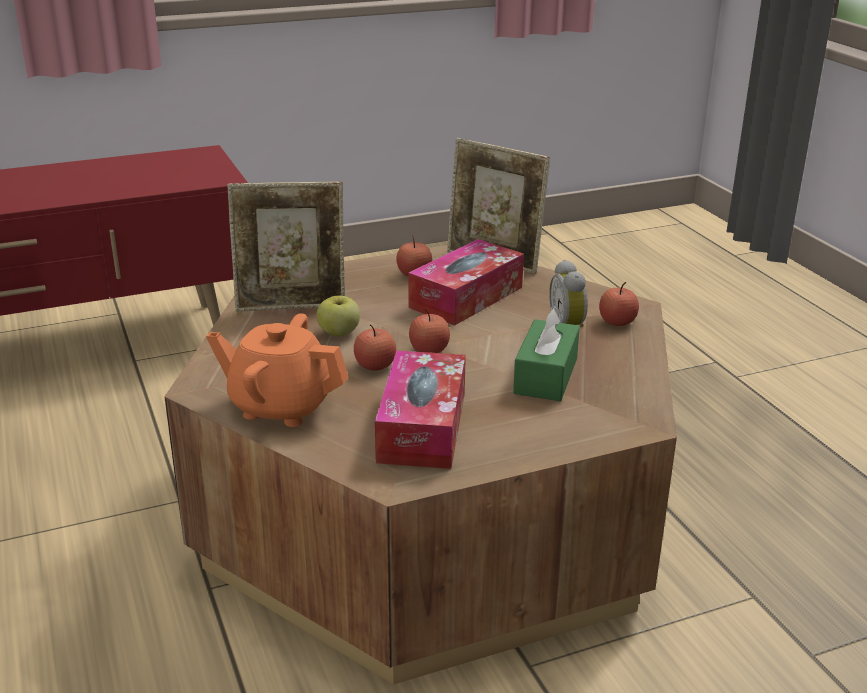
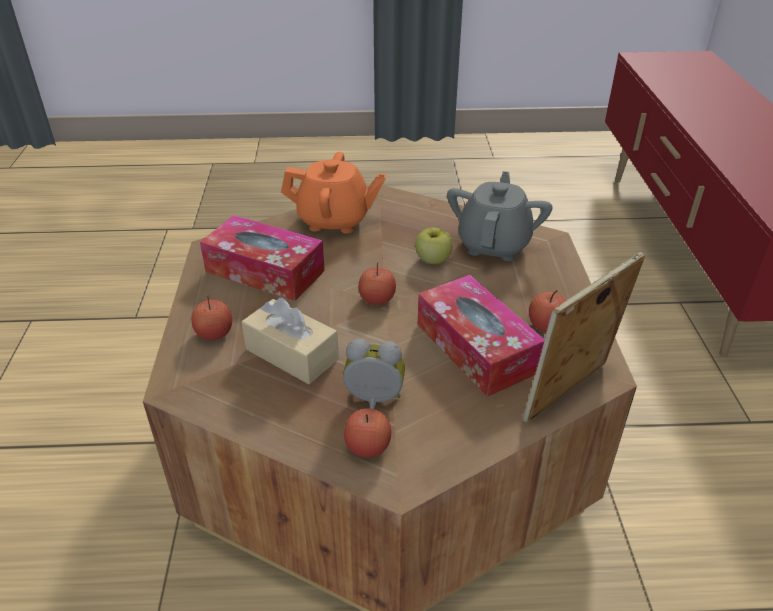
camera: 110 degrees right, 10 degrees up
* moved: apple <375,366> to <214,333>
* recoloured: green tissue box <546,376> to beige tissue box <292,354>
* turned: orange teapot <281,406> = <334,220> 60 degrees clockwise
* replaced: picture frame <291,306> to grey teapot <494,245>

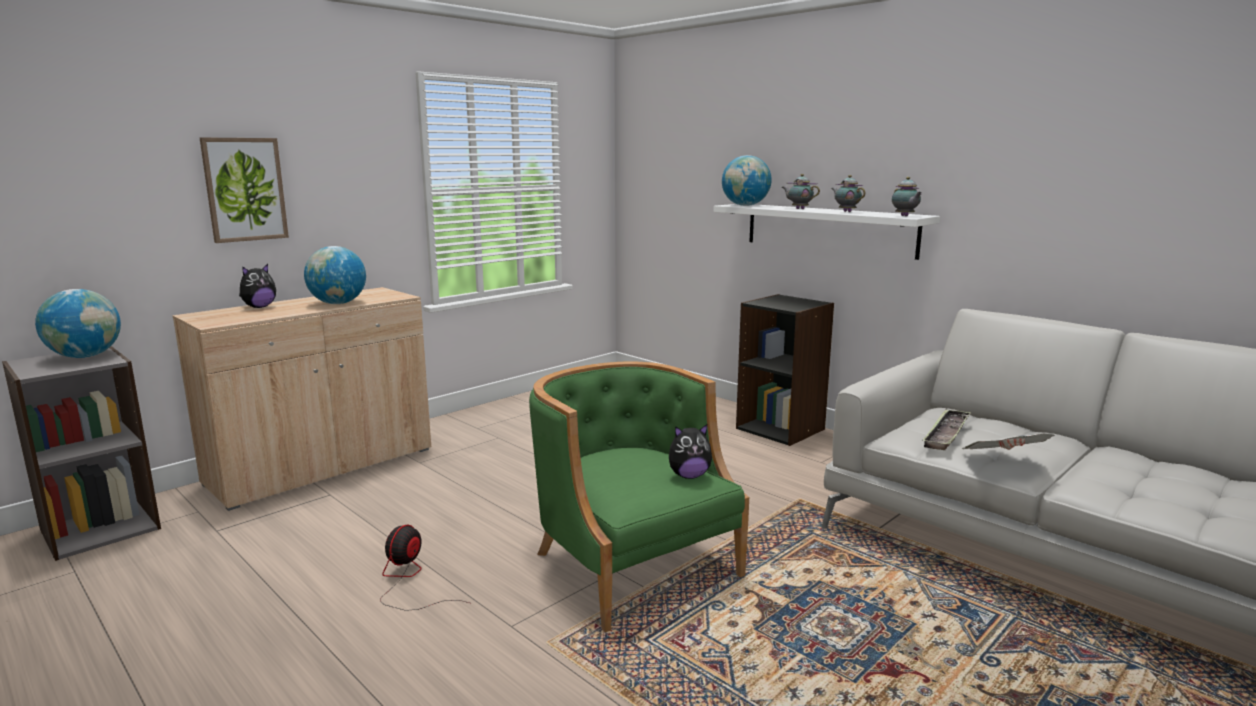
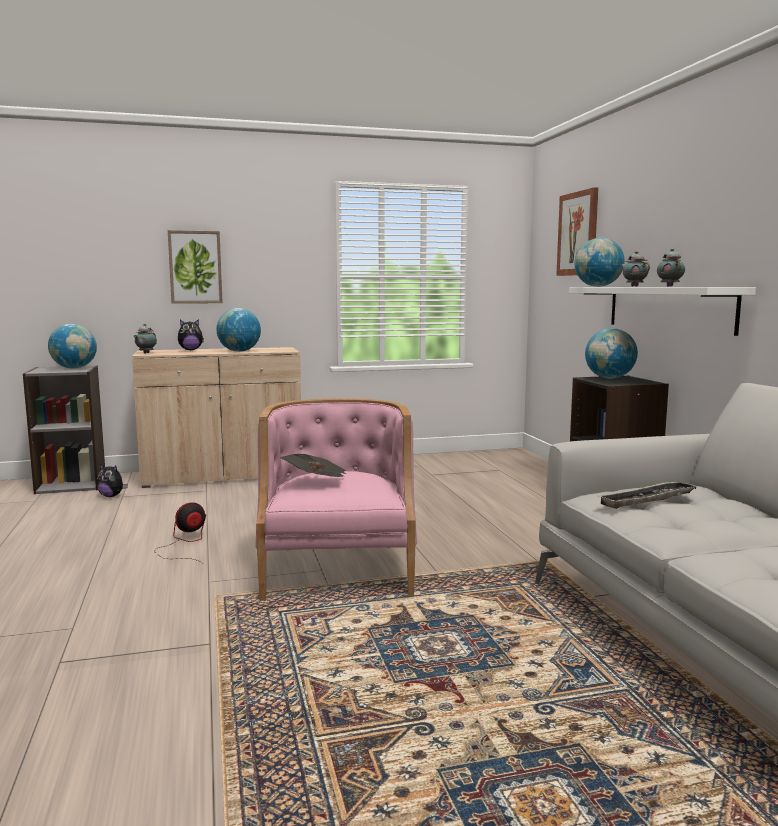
camera: 30 degrees right, 5 degrees down
* moved: plush toy <689,476> to <112,496>
* moved: teapot <905,216> to <145,353>
* recoloured: green armchair <630,564> to pink armchair <338,569>
* moved: newspaper <1003,462> to <317,484>
* added: picture <578,234>
* added: globe <609,378>

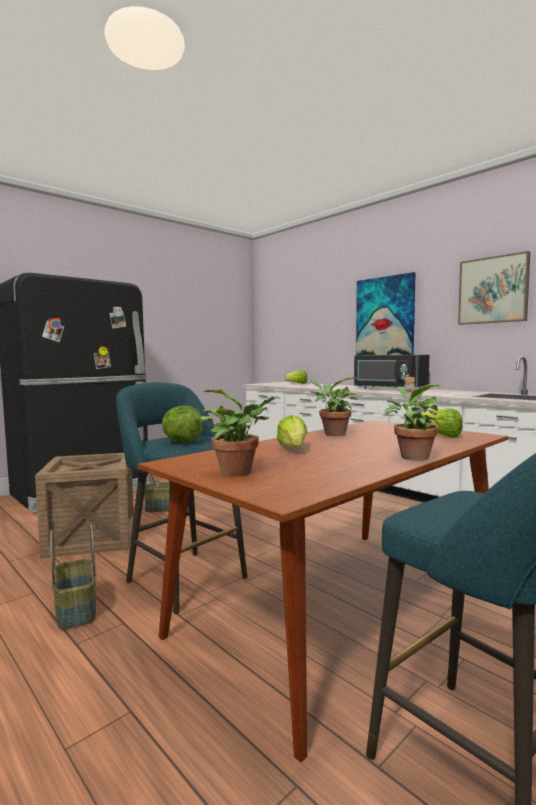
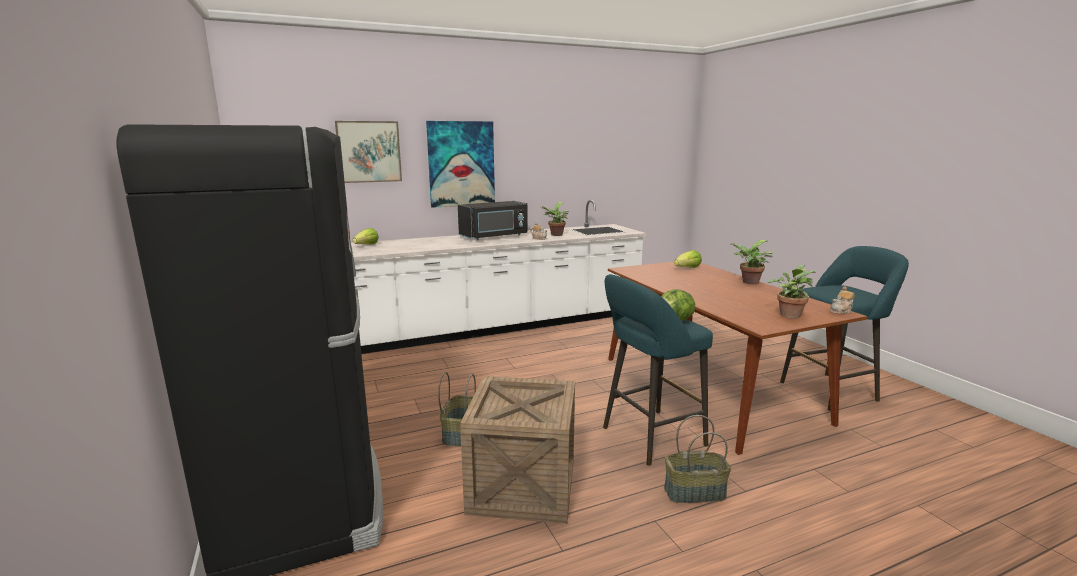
camera: 70 degrees left, 10 degrees up
* moved: picture <493,290> to <369,151>
* moved: potted plant <332,434> to <555,235>
* added: teapot <841,311>
* removed: lettuce <293,449>

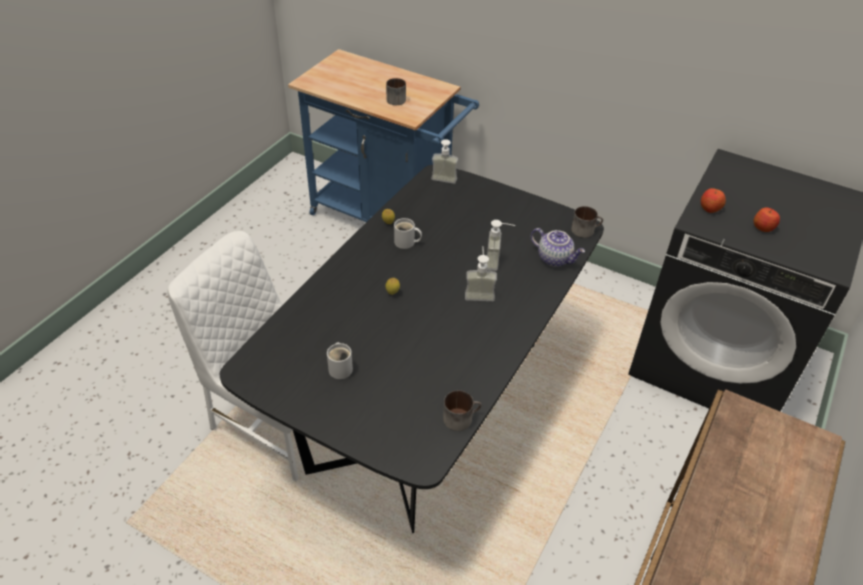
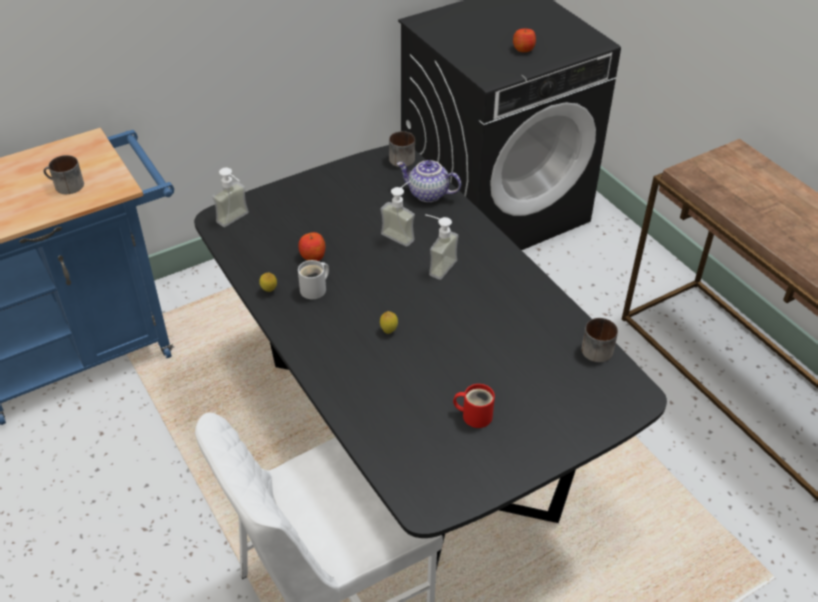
camera: 60 degrees left, 0 degrees up
* moved: apple <710,208> to <312,256>
* turned: teapot <555,258> = <427,194> 135 degrees counterclockwise
* recoloured: white mug <341,367> to red mug <474,414>

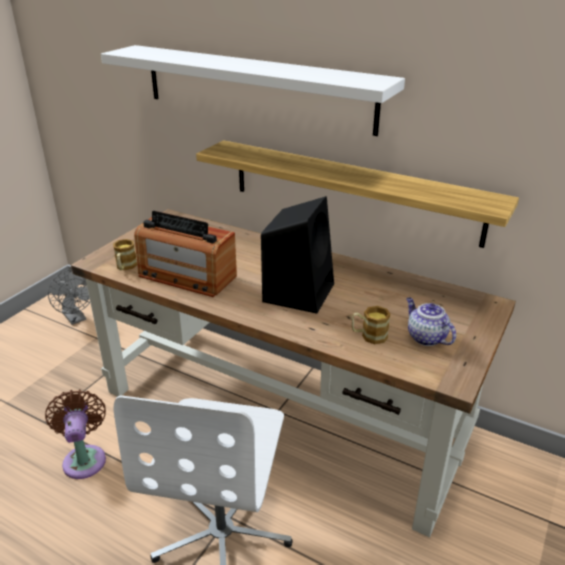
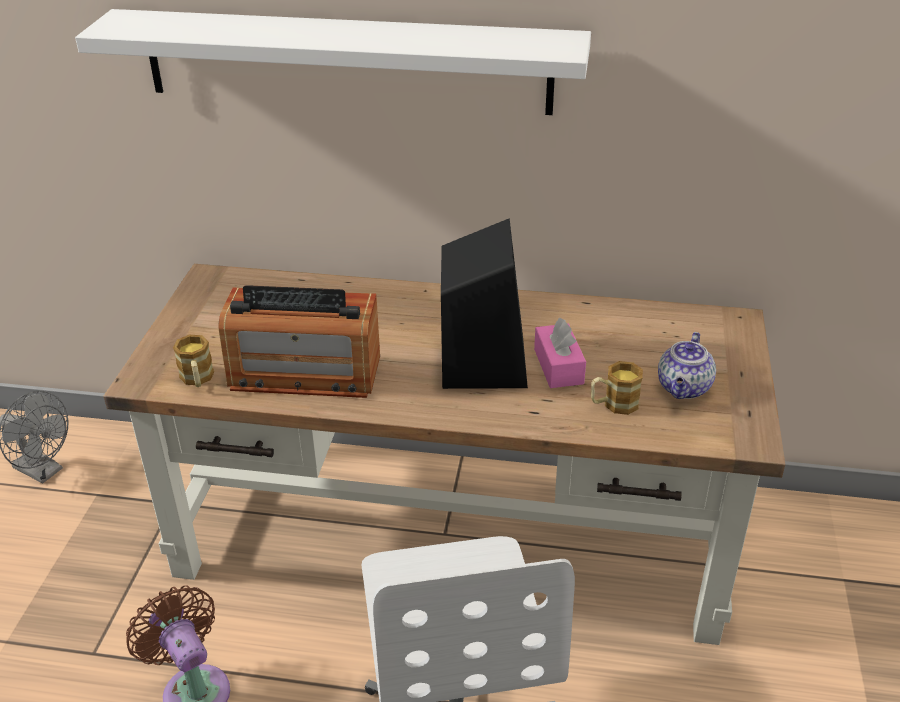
camera: 20 degrees left, 5 degrees up
* added: pink tissue box <558,366>
* turned: teapot <425,337> = <684,388> 105 degrees counterclockwise
* removed: shelf <352,191>

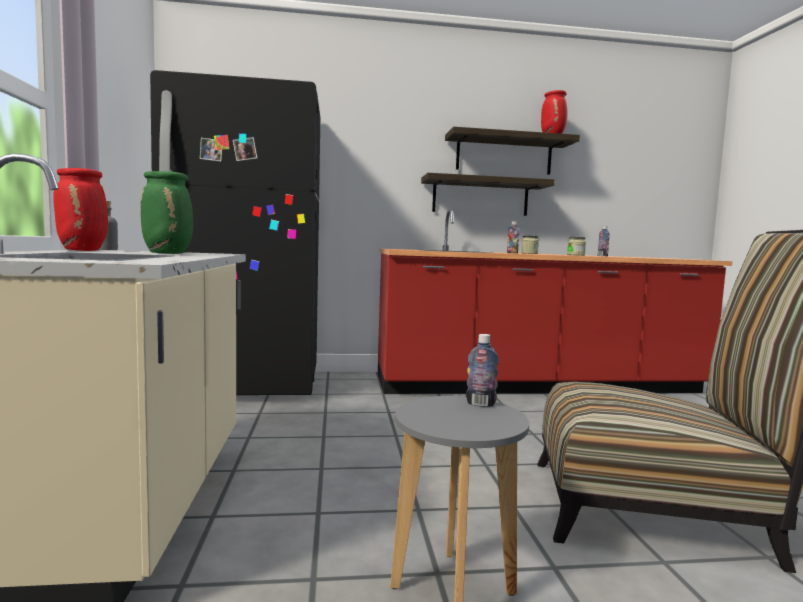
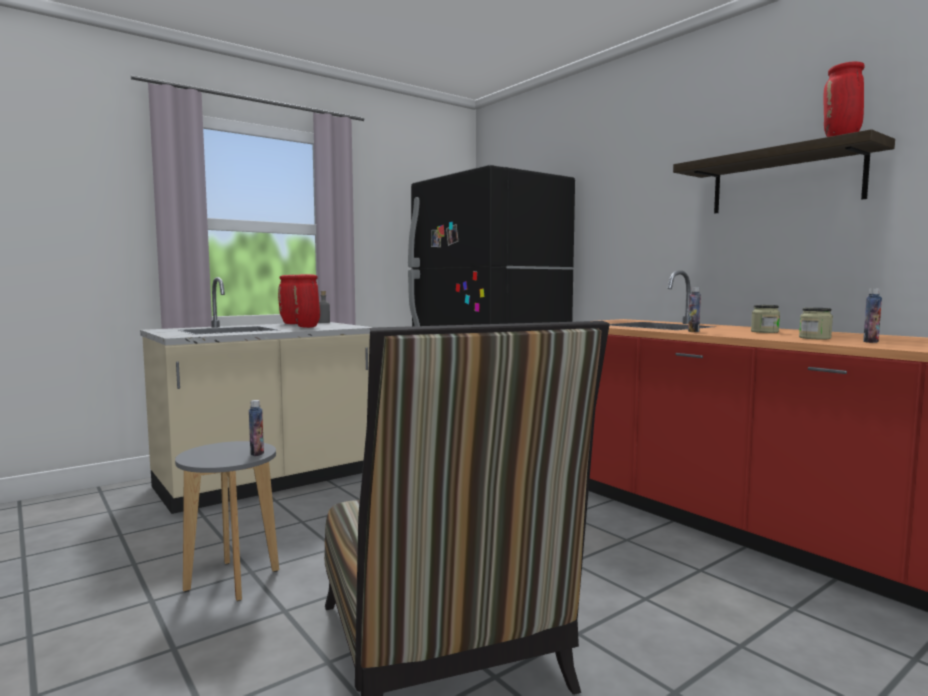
camera: 60 degrees right, 0 degrees up
* recoloured: green vase <169,253> to red vase <307,327>
* removed: shelf <480,197>

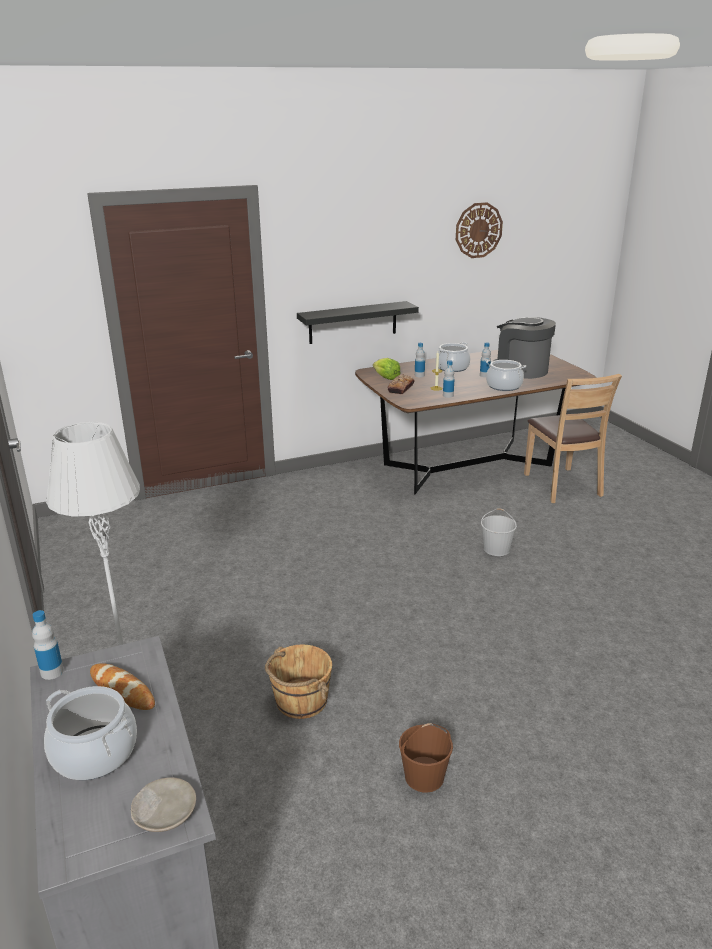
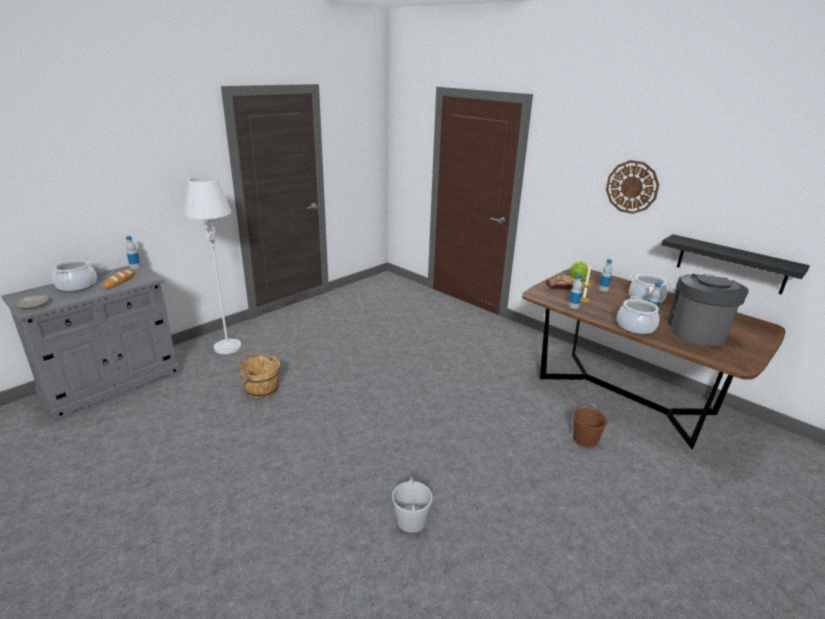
camera: 65 degrees right, 0 degrees up
* moved: white bucket <497,549> to <411,520>
* moved: brown bucket <424,776> to <585,439>
* moved: wall clock <478,230> to <632,187>
* moved: black shelf <353,322> to <731,264>
* removed: brown chair <562,485>

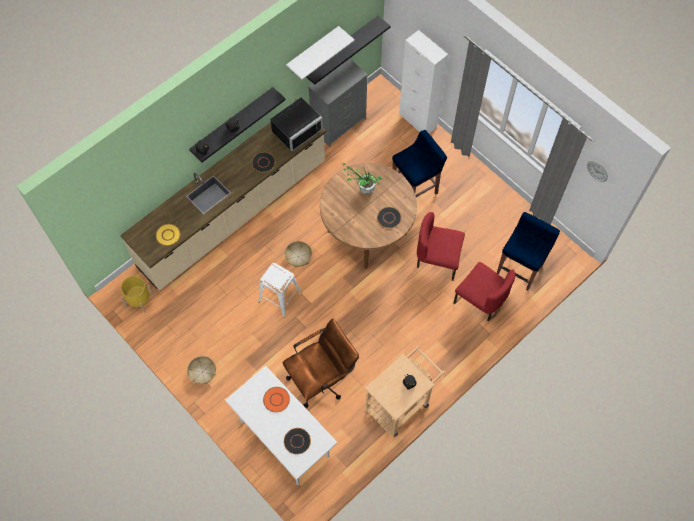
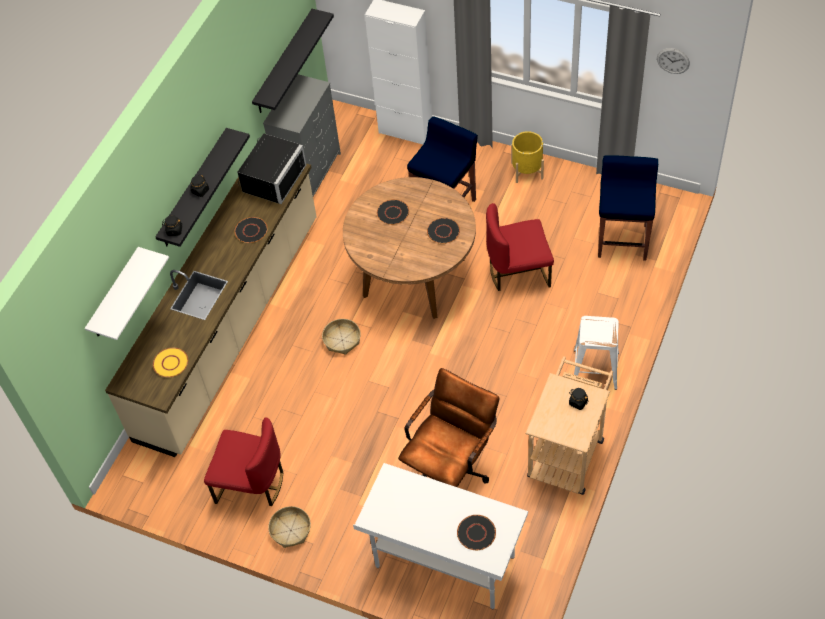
camera: 20 degrees left, 10 degrees down
* moved: white shelf <312,50> to <115,295>
* moved: red chair <480,301> to <251,484>
* replaced: potted plant <363,189> to black plate <393,213>
* moved: yellow planter <139,300> to <527,170>
* moved: white stool <280,297> to <595,368>
* removed: orange plate <276,399>

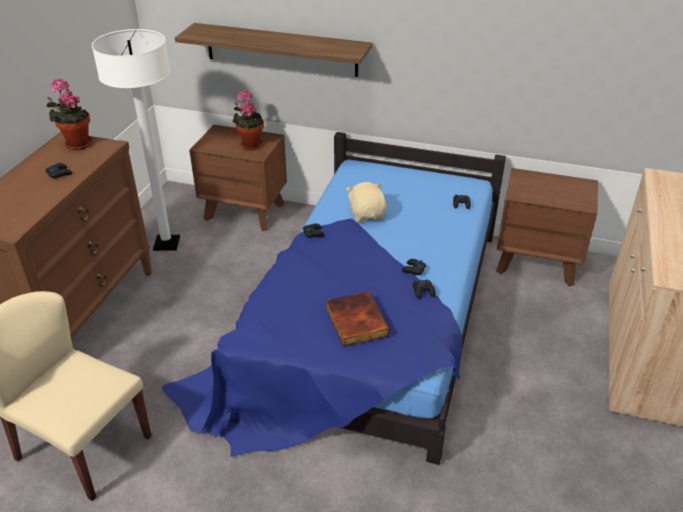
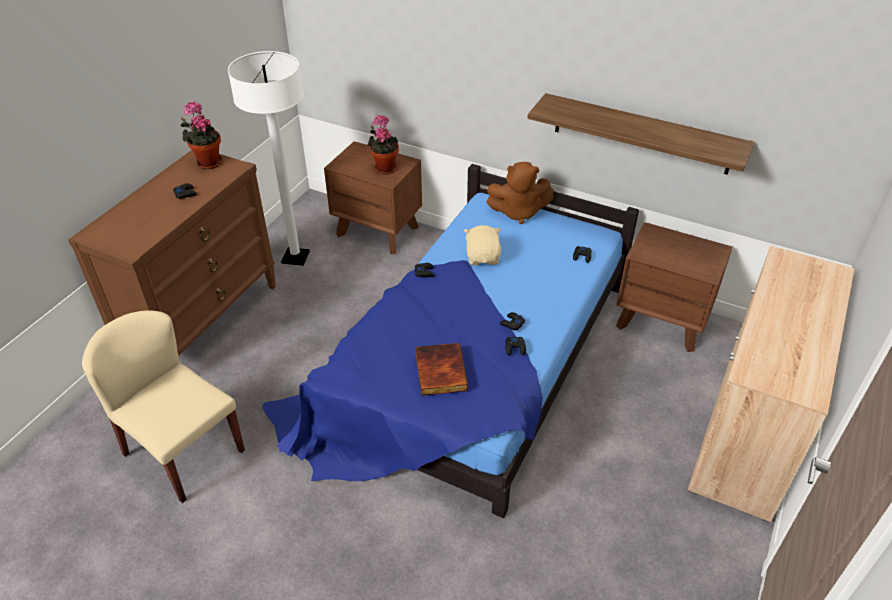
camera: 10 degrees right, 5 degrees up
* added: brown plush toy <518,212>
* moved: shelf <281,49> to <641,134>

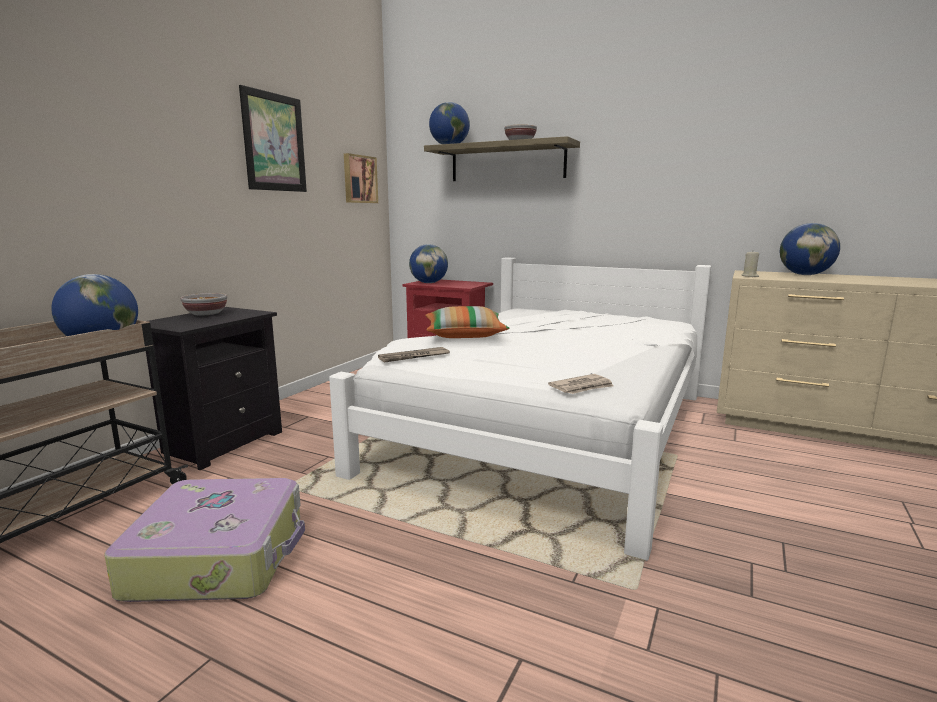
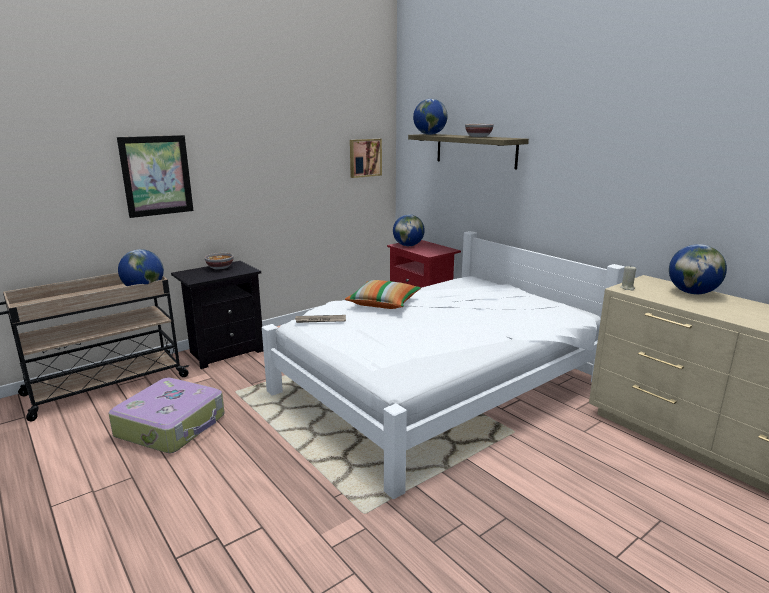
camera: 25 degrees right, 5 degrees up
* moved: picture <274,142> to <156,175>
* removed: newspaper <582,387>

